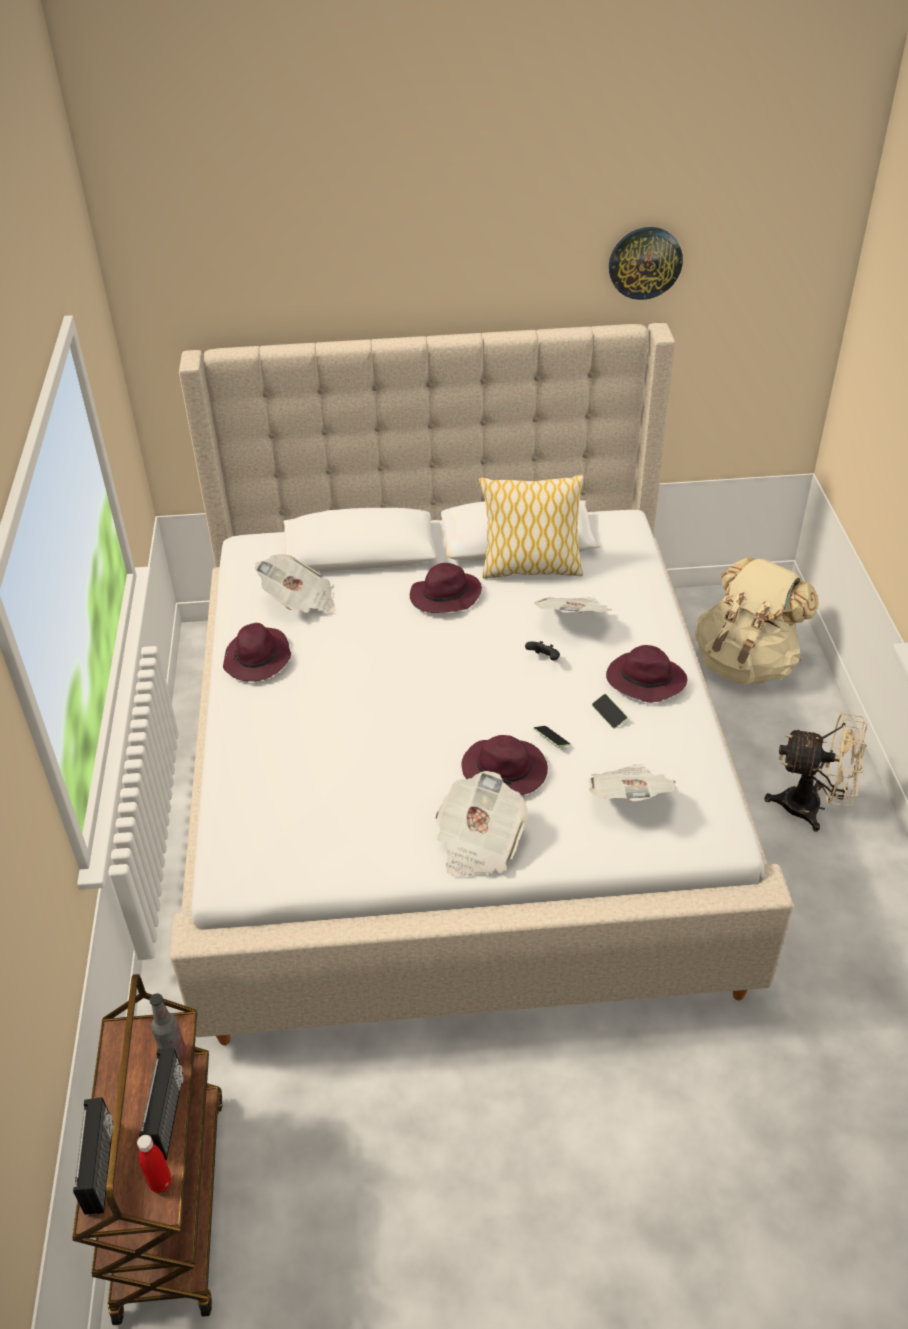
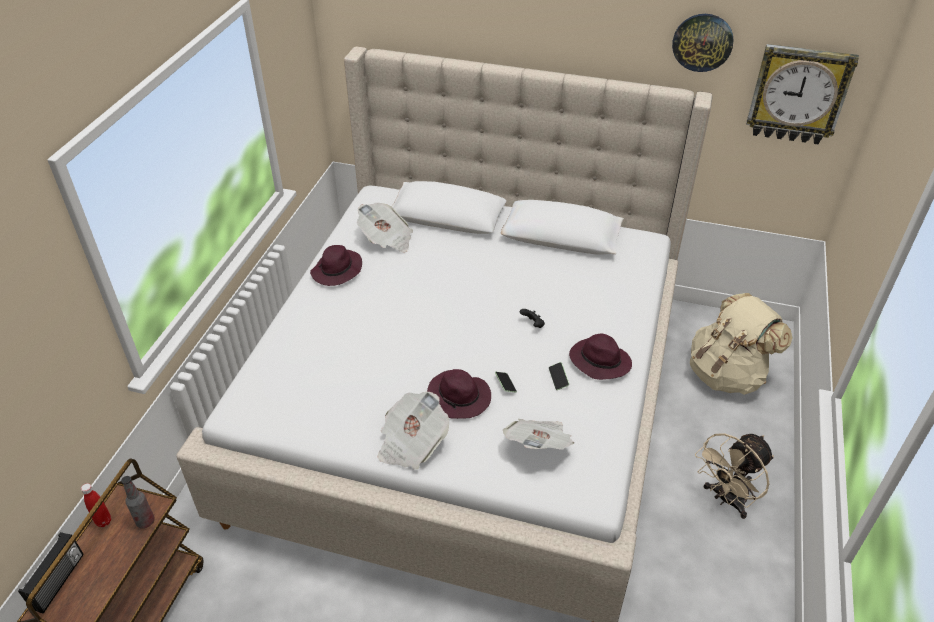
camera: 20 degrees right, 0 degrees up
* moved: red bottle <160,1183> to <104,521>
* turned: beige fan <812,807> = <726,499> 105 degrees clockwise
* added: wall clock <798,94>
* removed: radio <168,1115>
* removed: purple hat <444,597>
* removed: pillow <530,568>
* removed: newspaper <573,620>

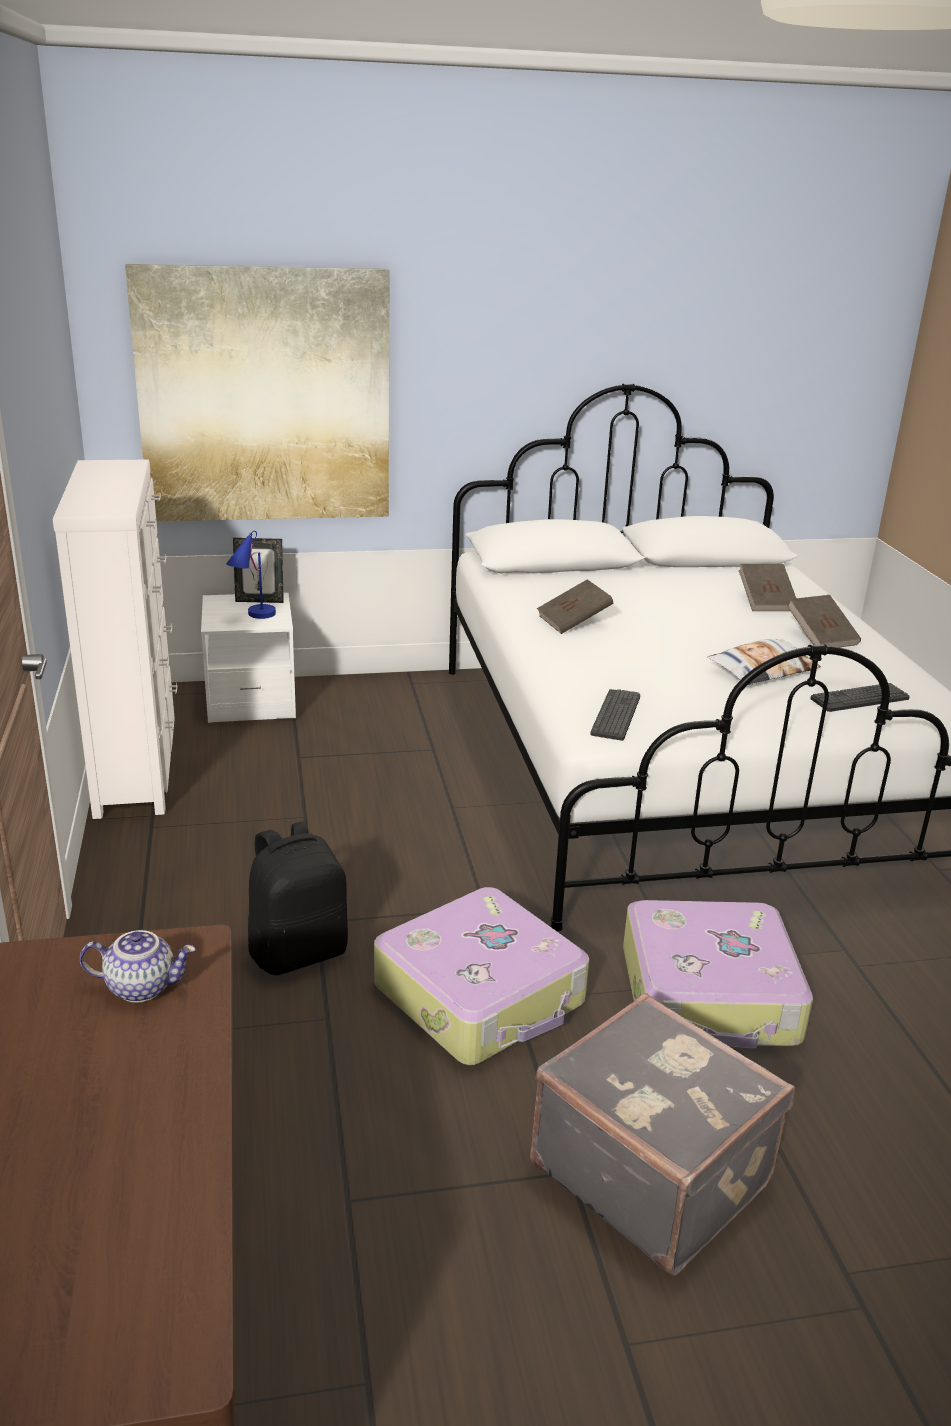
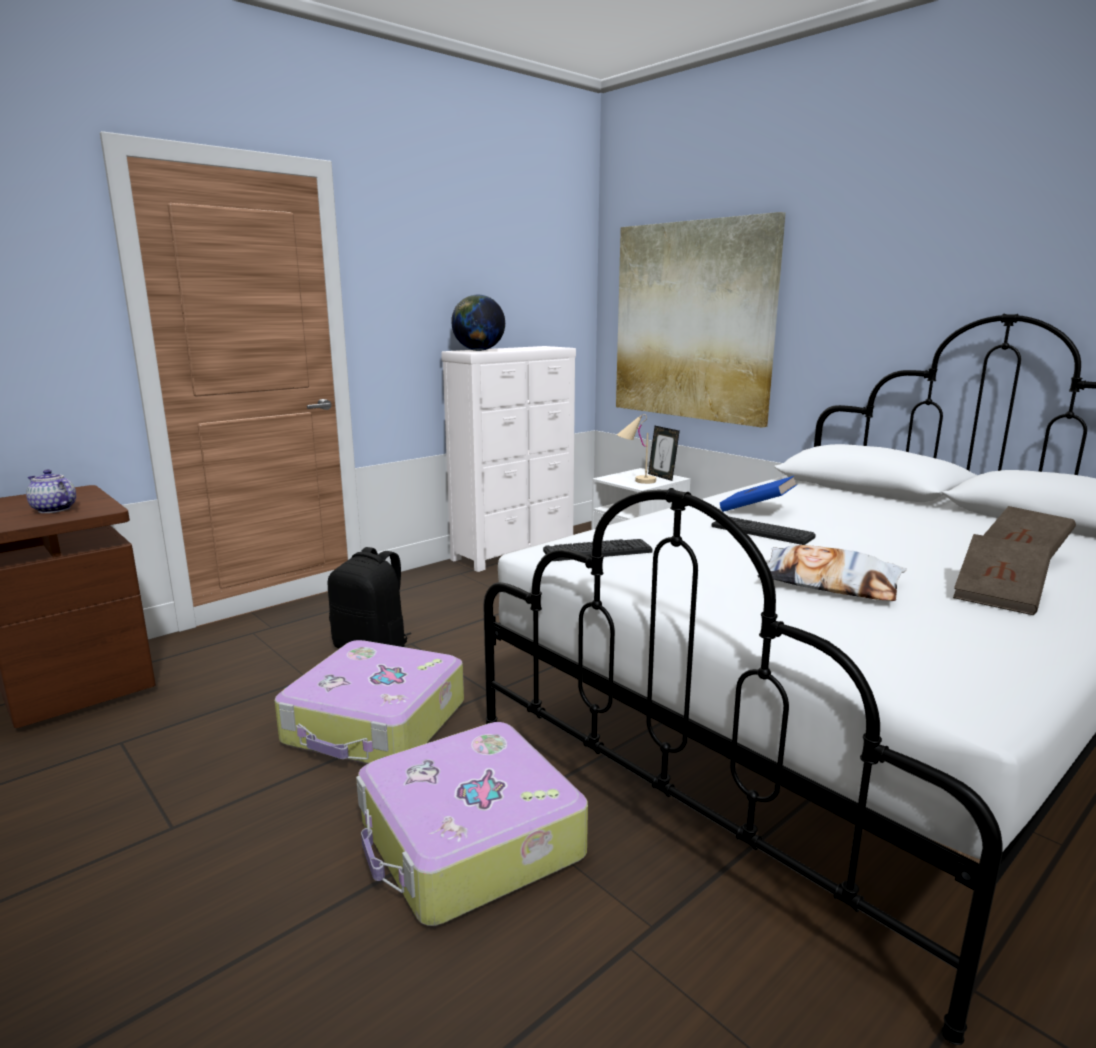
camera: 60 degrees right, 10 degrees down
* turned: teapot <142,986> = <53,510> 150 degrees clockwise
* added: globe <479,350>
* recoloured: blue table lamp <252,617> to beige table lamp <635,481>
* moved: keyboard <859,699> to <762,532>
* recoloured: brown book <573,622> to blue book <756,510>
* removed: grey suitcase <652,1171>

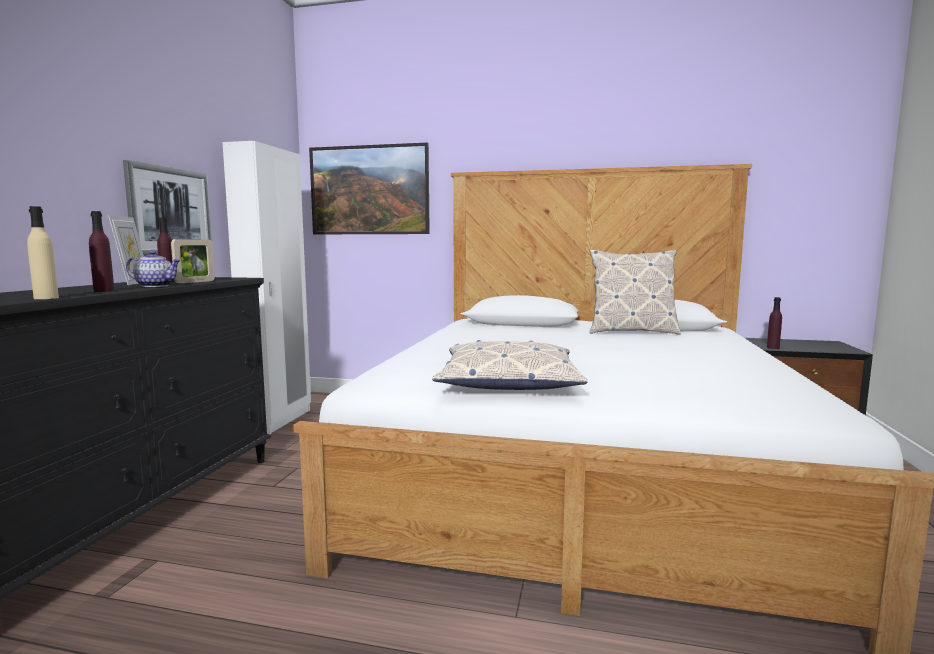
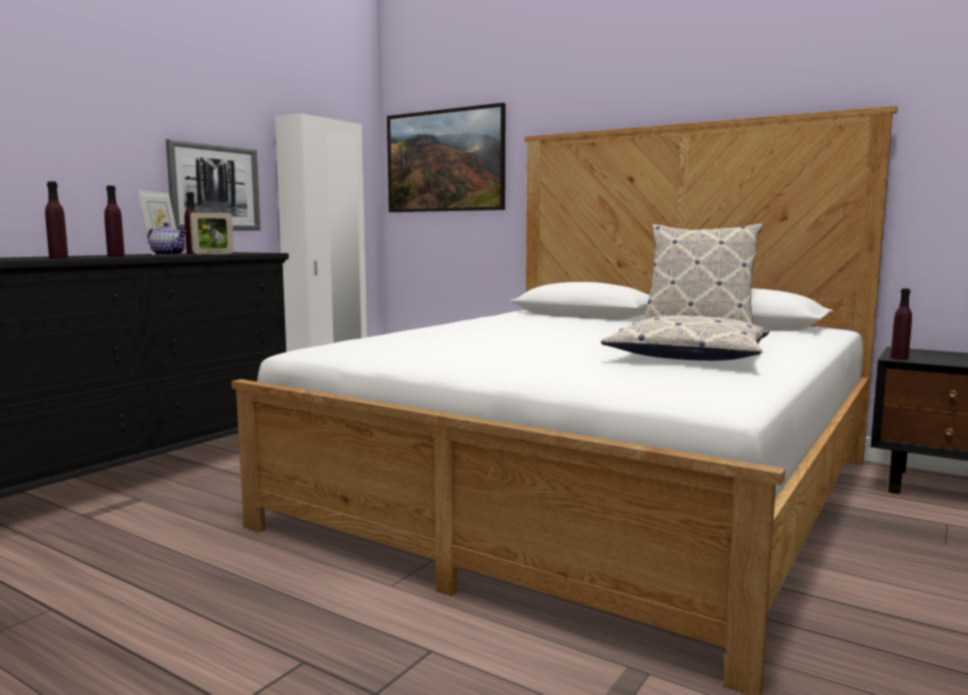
camera: 20 degrees right, 0 degrees up
* recoloured: beige bottle <46,298> to purple bottle <58,258>
* moved: pillow <508,381> to <688,356>

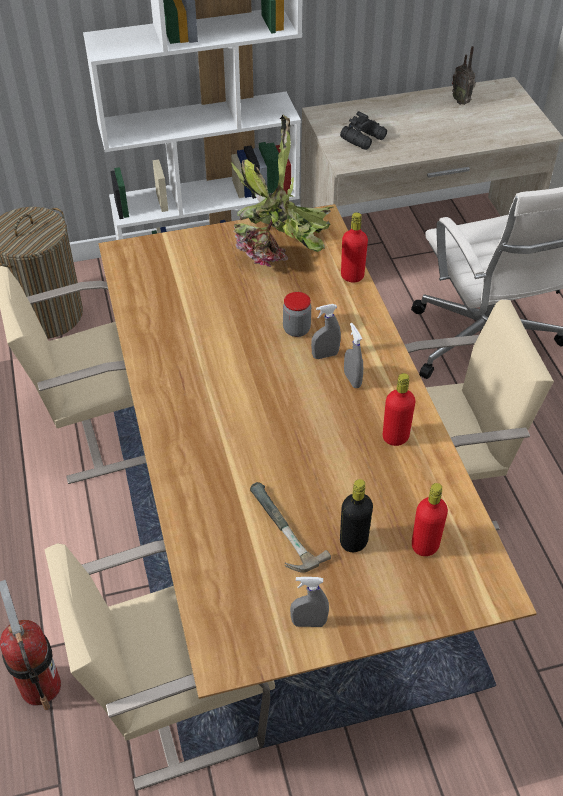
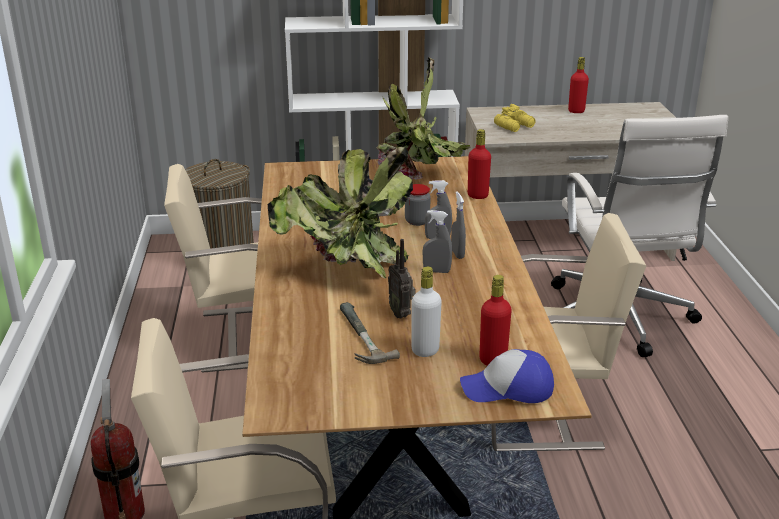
camera: 10 degrees right, 20 degrees down
* added: potted plant <347,270>
* moved: radio <461,101> to <401,314>
* recoloured: black bottle <353,542> to white bottle <425,350>
* moved: grey spray bottle <309,623> to <436,271>
* added: cap <508,388>
* recoloured: black binoculars <364,139> to yellow binoculars <515,126>
* moved: red bottle <395,437> to <576,111>

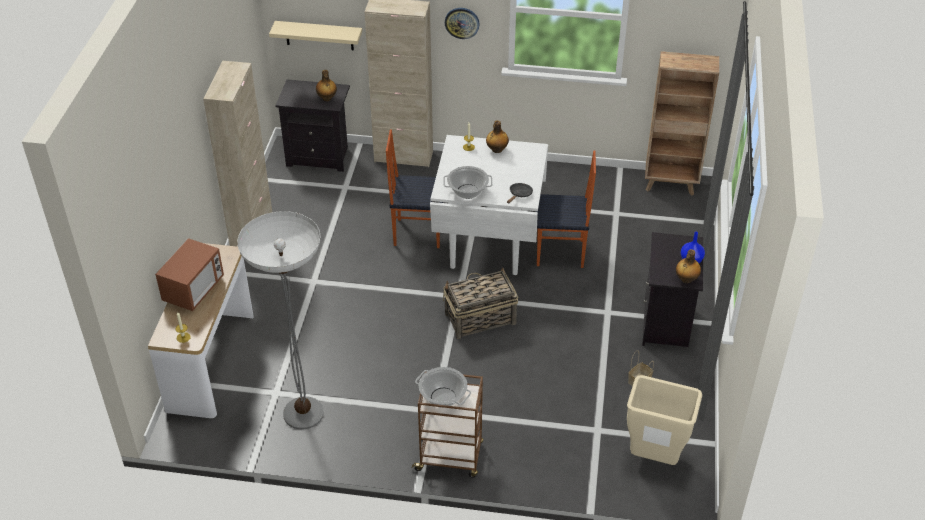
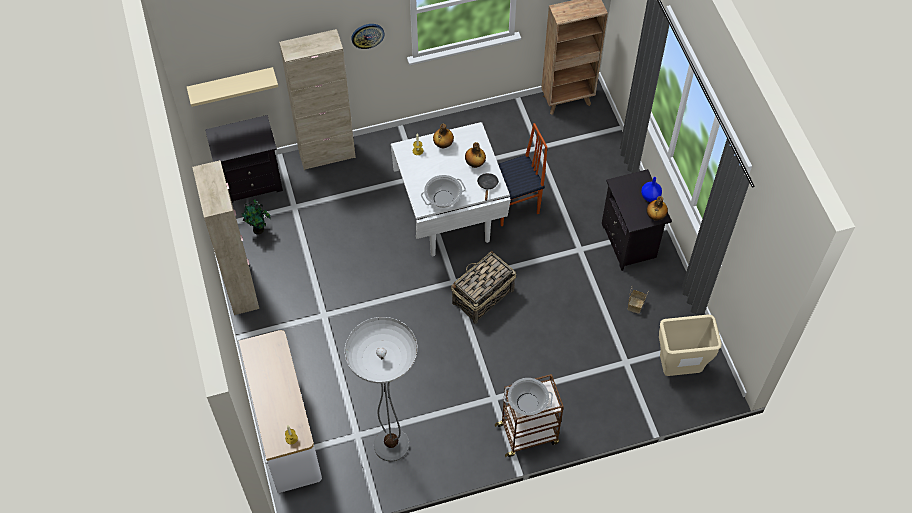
camera: 25 degrees left, 15 degrees up
* added: potted plant <259,230>
* moved: bottle <327,98> to <475,164>
* removed: microwave <194,290>
* removed: chair <418,233>

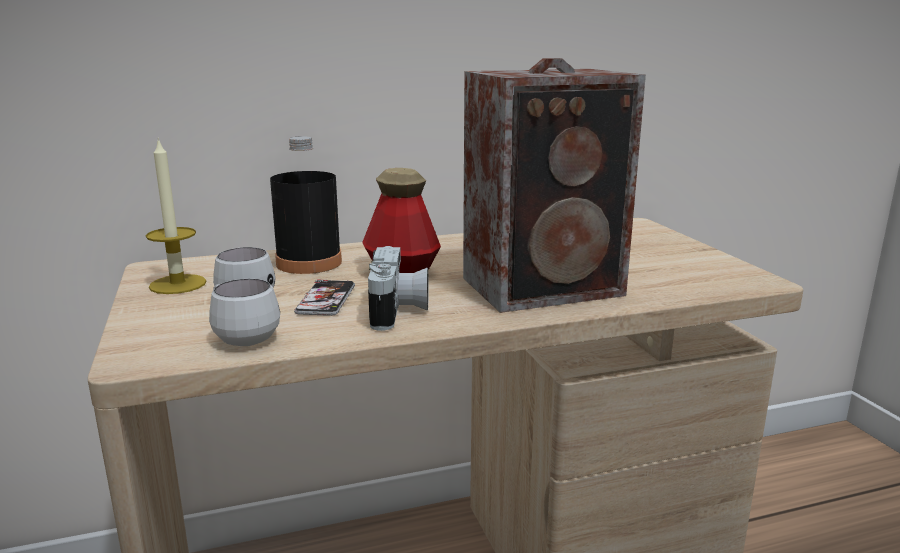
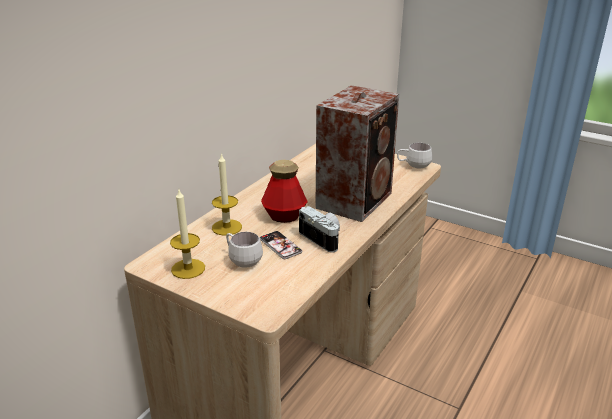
camera: 40 degrees left, 10 degrees up
* replaced: black bottle <309,263> to candle <227,227>
* moved: white mug <241,337> to <413,166>

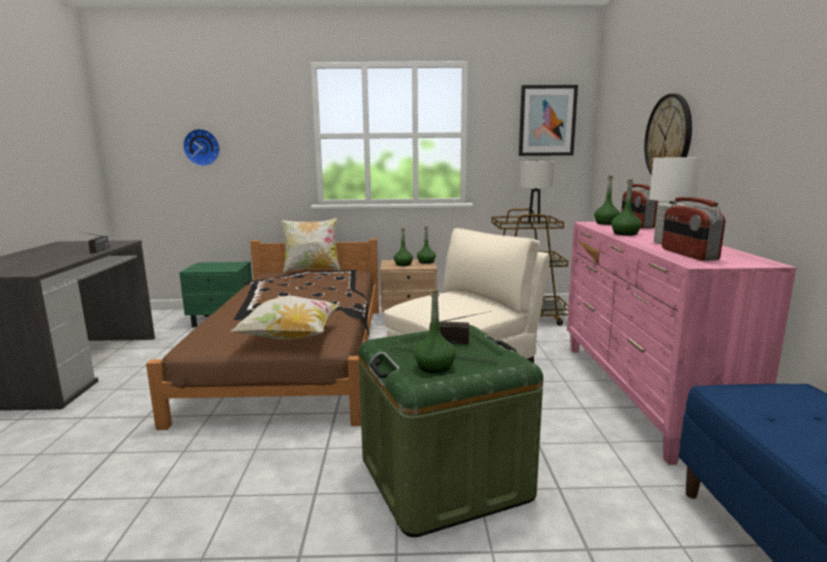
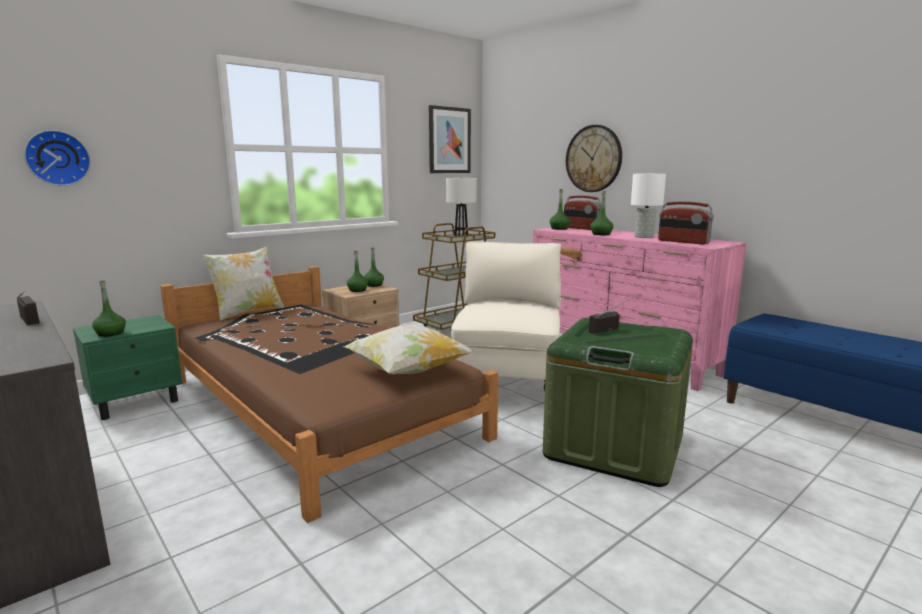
camera: 40 degrees left, 0 degrees up
* moved: green bottle <434,367> to <110,333>

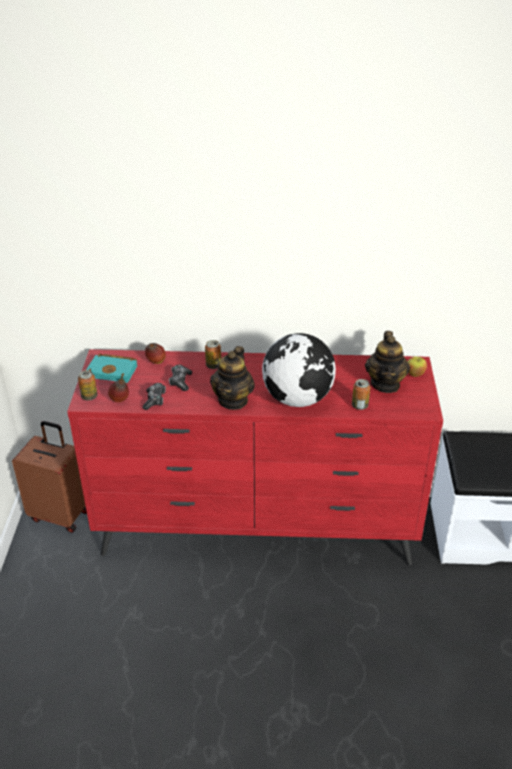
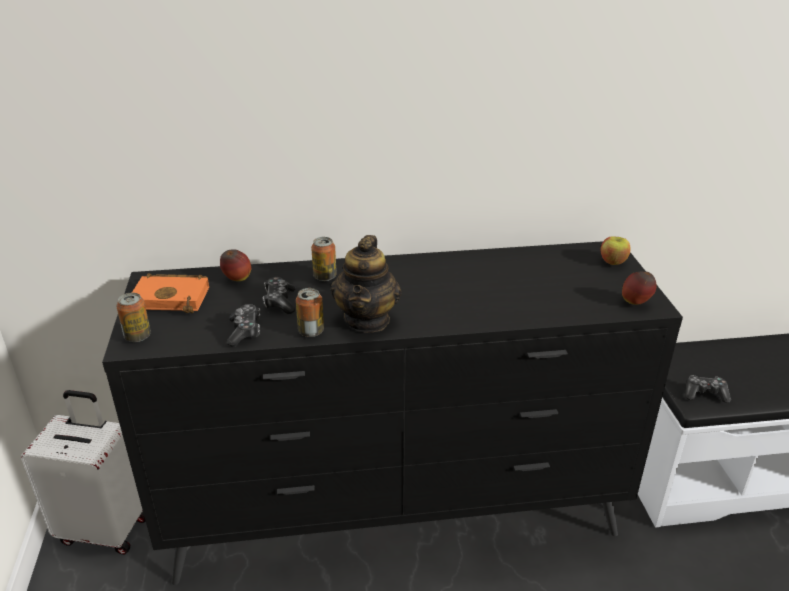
camera: 10 degrees left, 5 degrees down
* recoloured: brown suitcase <60,514> to white suitcase <105,528>
* recoloured: red dresser <258,530> to black dresser <396,513>
* recoloured: turquoise book <114,371> to orange book <173,297>
* moved: can <360,406> to <311,331>
* moved: apple <120,401> to <635,303>
* added: game controller <705,394>
* removed: globe <298,399>
* removed: teapot <385,384>

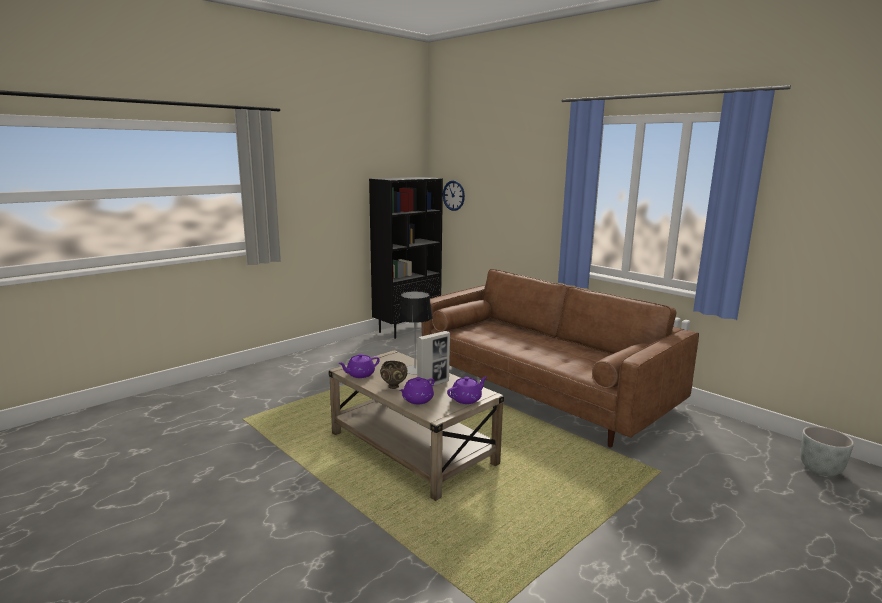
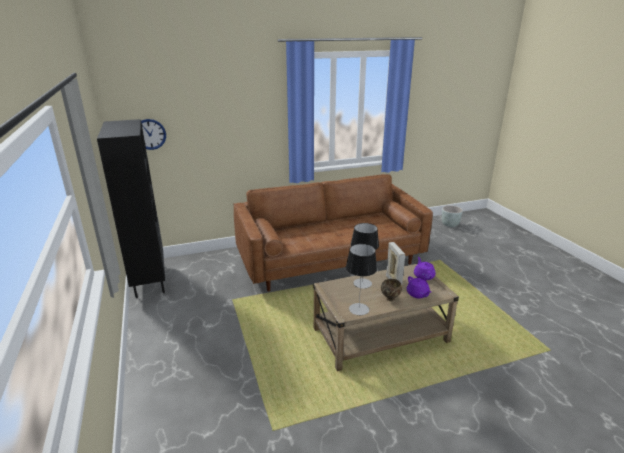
camera: 65 degrees left, 10 degrees up
* replaced: purple teapot <360,374> to table lamp <359,309>

